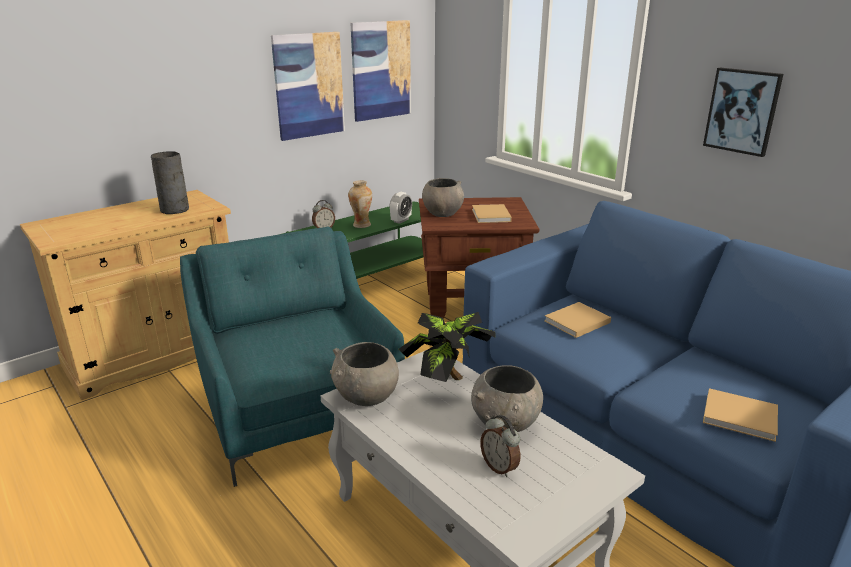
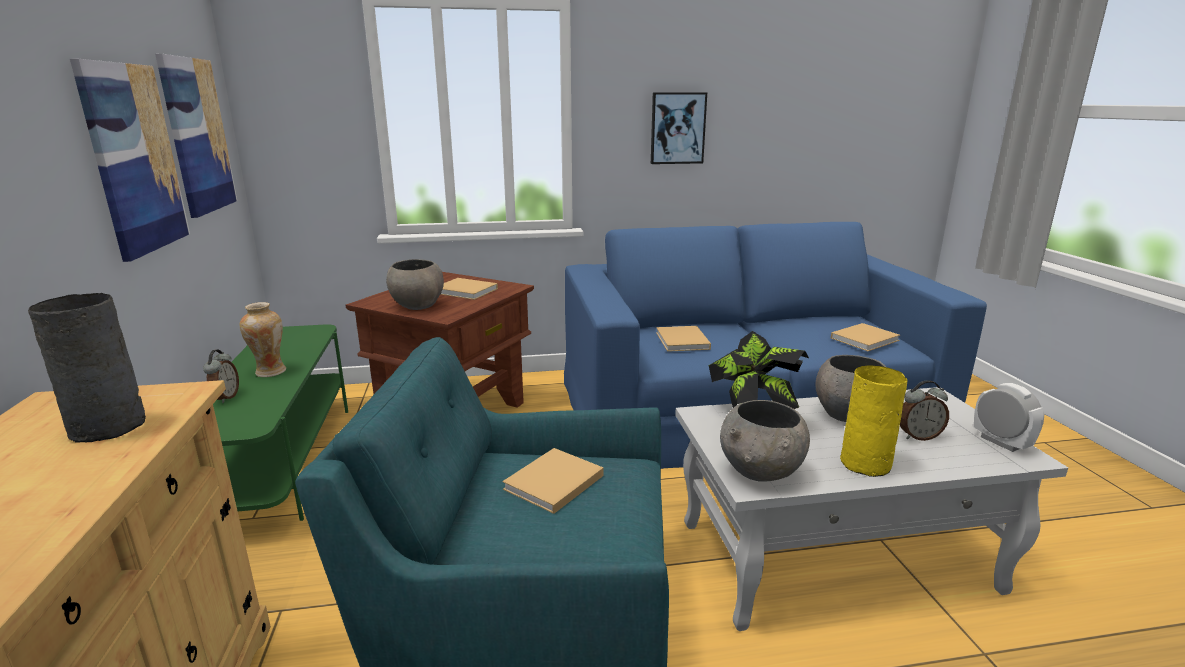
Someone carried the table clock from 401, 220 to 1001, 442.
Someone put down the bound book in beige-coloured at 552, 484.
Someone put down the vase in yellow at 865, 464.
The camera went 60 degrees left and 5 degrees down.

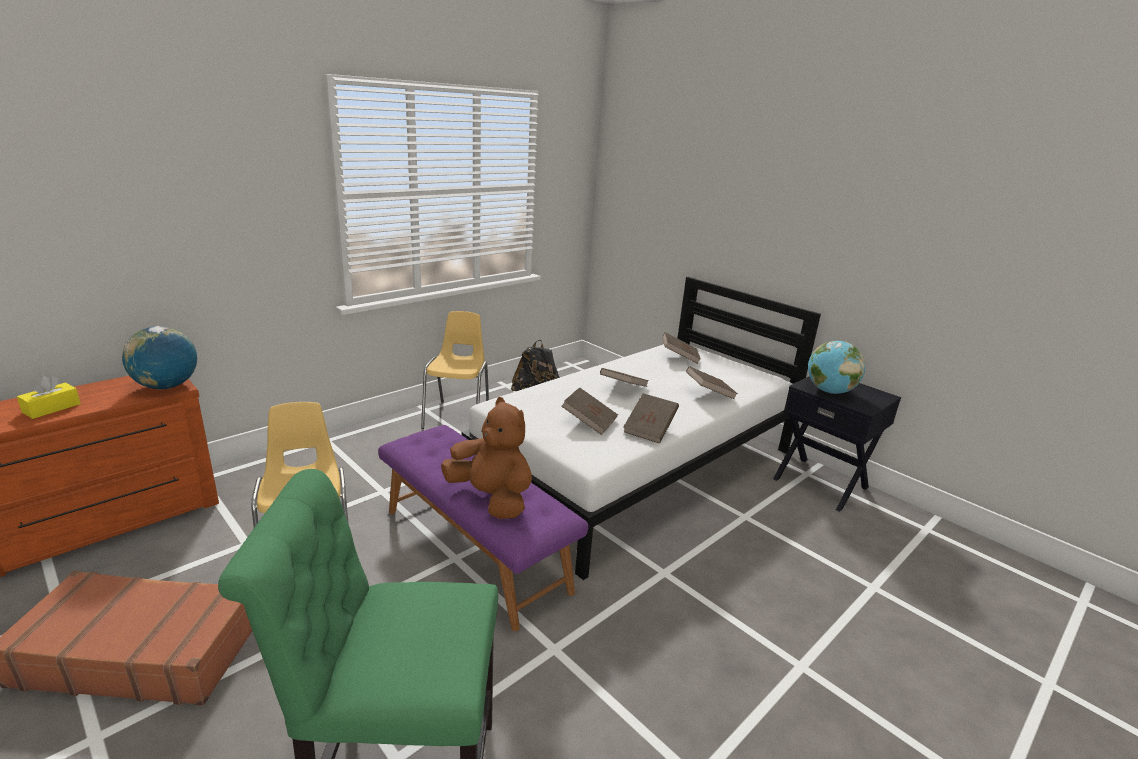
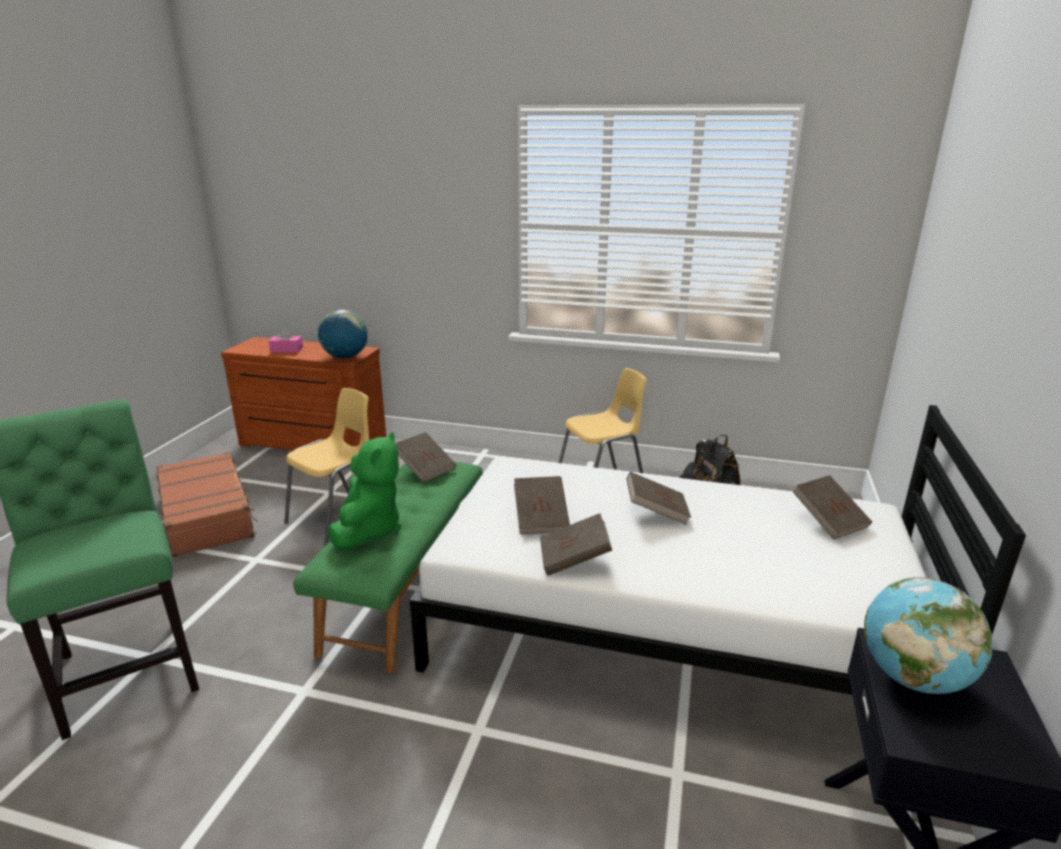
Someone repainted the box of tissues in yellow at 52, 408, which became the box of tissues in pinkish at 286, 350.
Someone repainted the long seat in purple at 476, 549, which became the long seat in green-coloured at 408, 587.
Someone repainted the soft toy in brown at 491, 498, which became the soft toy in green-coloured at 369, 529.
Someone carried the bound book in brown from 709, 393 to 425, 468.
The camera went 60 degrees right and 0 degrees up.

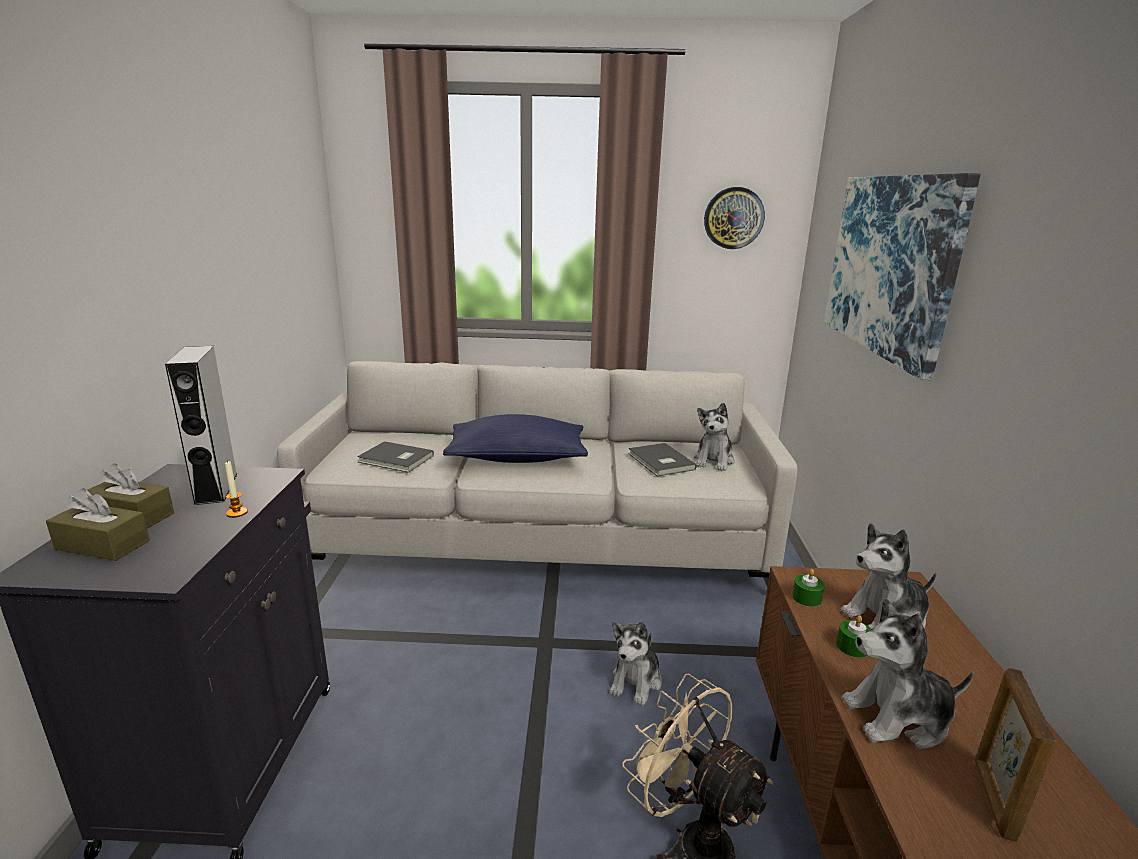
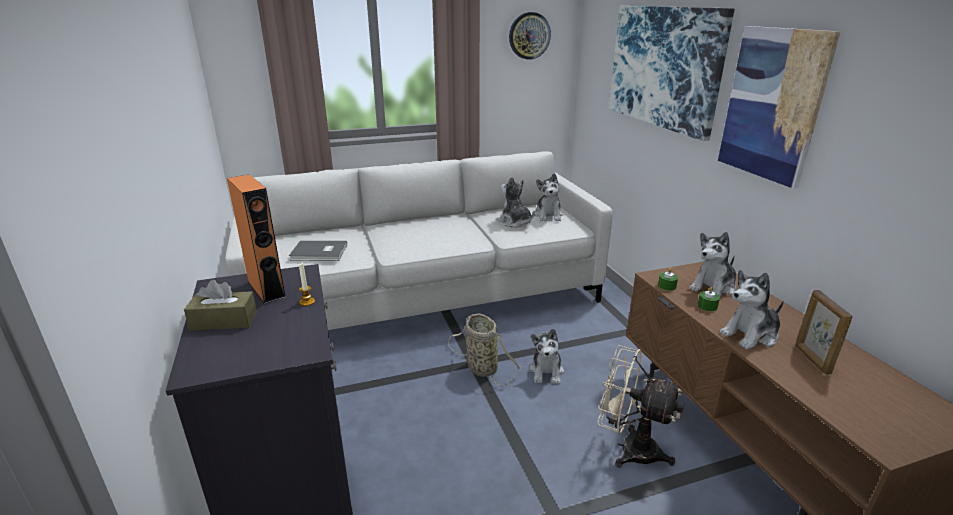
Someone took away the box of tissues in brown at 102, 545.
Someone repainted the speaker in gray at 216, 488, which became the speaker in orange-coloured at 266, 289.
Someone took away the cushion in bluish at 517, 458.
Someone swapped the bound book in gray at 660, 462 for the soft toy at 515, 222.
Someone put down the basket at 480, 367.
Someone put up the wall art at 773, 104.
The camera went 20 degrees left and 5 degrees up.

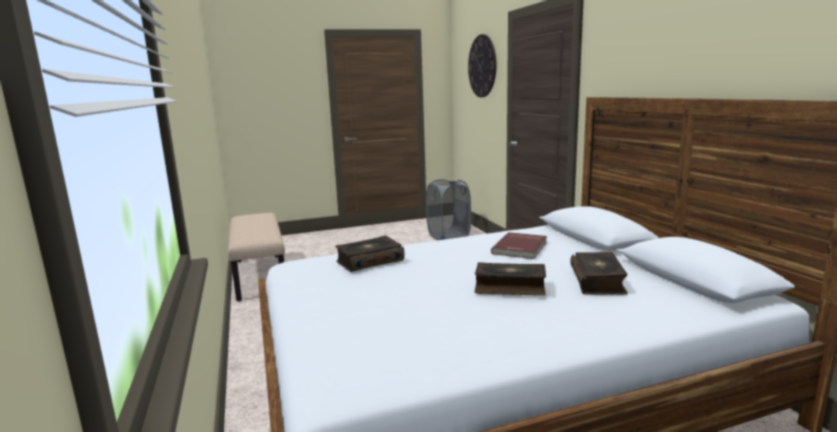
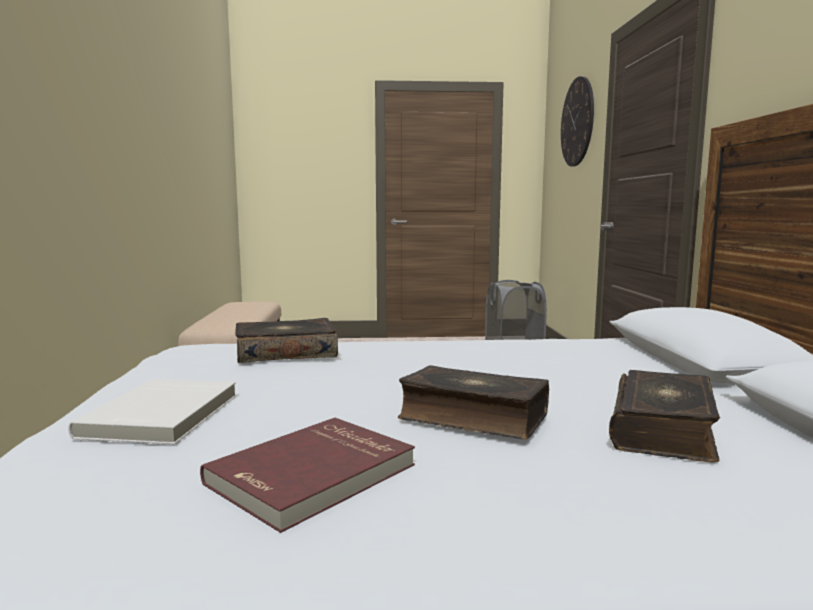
Someone carried the bound book in reddish from 521, 248 to 314, 475.
Someone put down the bound book in white-coloured at 164, 415.
The camera went 15 degrees right and 5 degrees down.

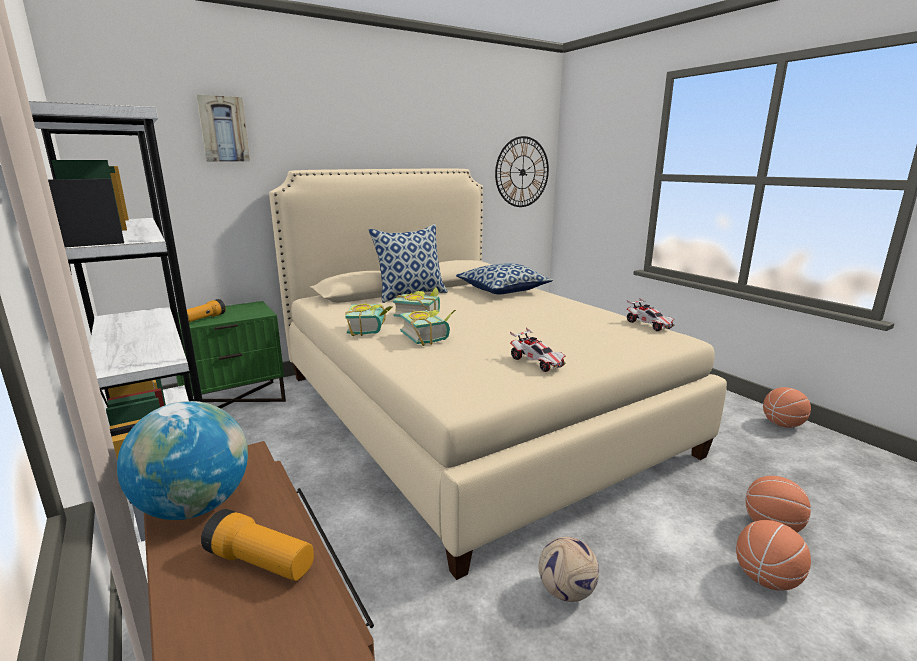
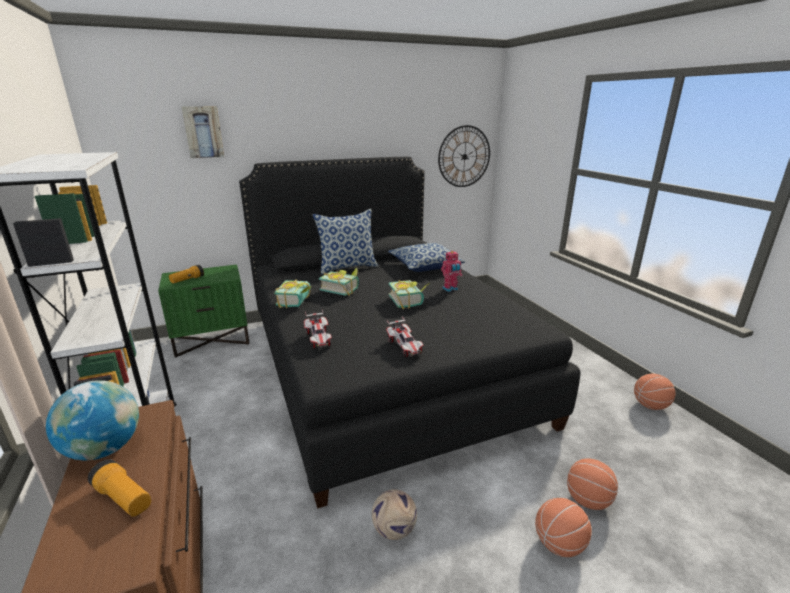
Someone repainted the bed in beige-coloured at 468, 411, which became the bed in black at 383, 366.
Someone carried the bound book from 429, 337 to 409, 301.
Someone carried the toy car from 649, 325 to 319, 339.
Someone put down the model robot at 450, 289.
The camera went 10 degrees right and 5 degrees up.

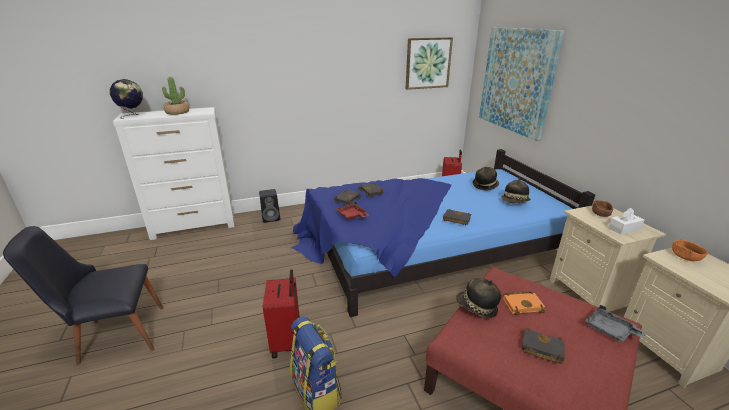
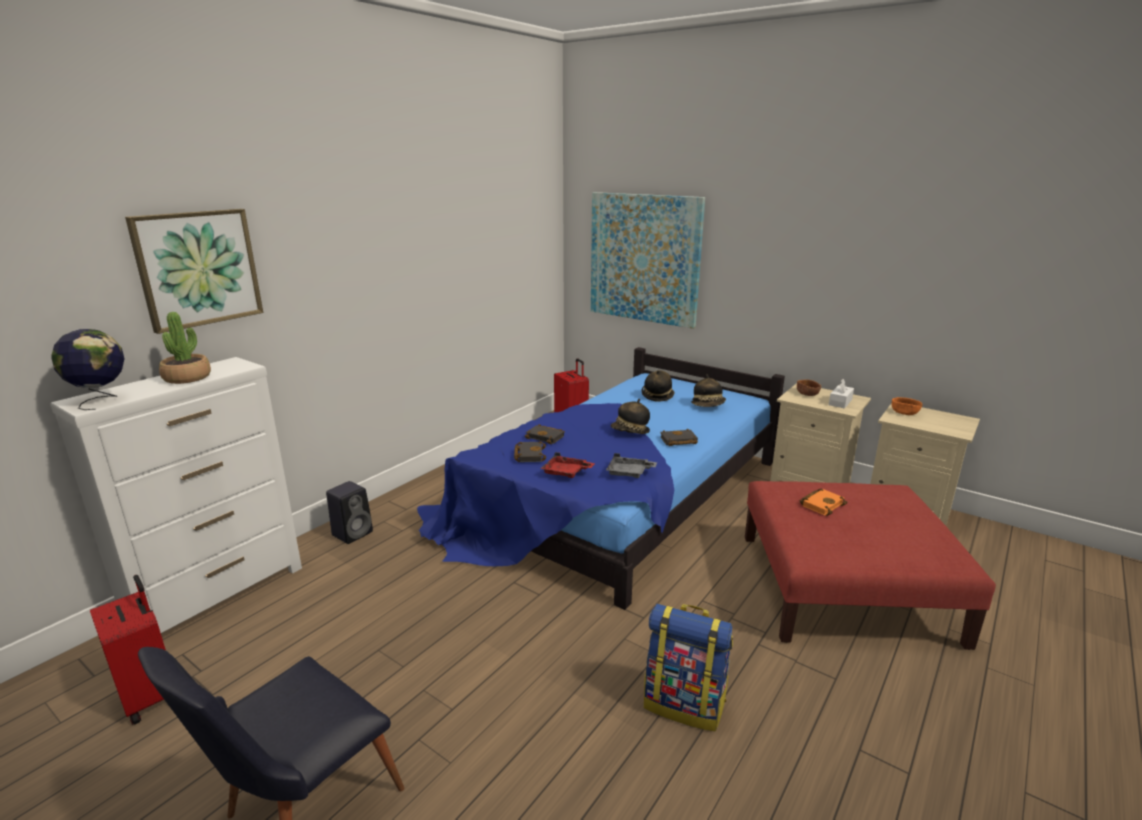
Someone carried the suitcase in reddish from 287, 342 to 151, 696.
Someone carried the wall art from 428, 63 to 198, 268.
Someone carried the hat from 476, 308 to 630, 432.
Someone took away the bound book in black at 540, 349.
Someone carried the tray in gray from 610, 330 to 629, 473.
The camera went 35 degrees left and 5 degrees down.

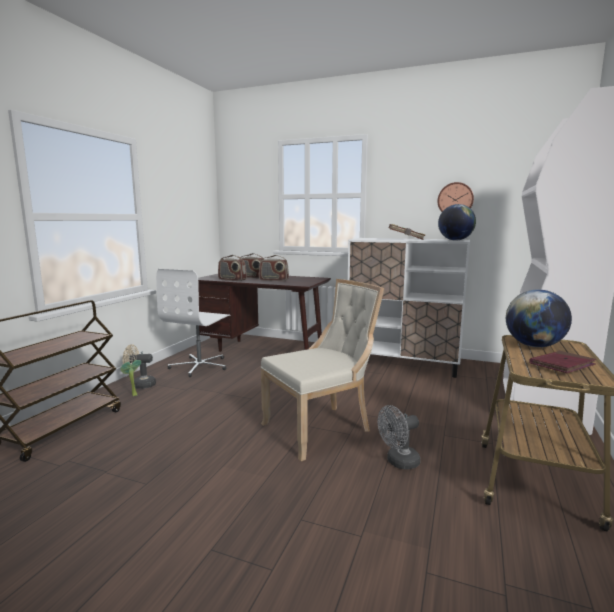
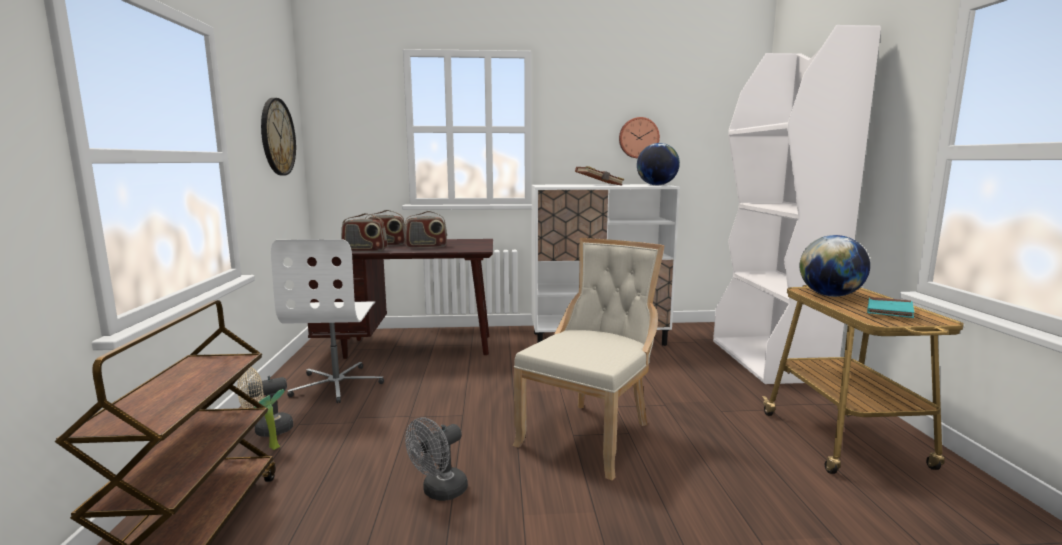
Someone carried the cooling fan in gray from 398, 462 to 439, 492.
Someone repainted the bound book in reddish at 562, 365, which became the bound book in blue-green at 889, 311.
Someone put up the clock on the wall at 277, 137.
The camera went 25 degrees left and 0 degrees up.

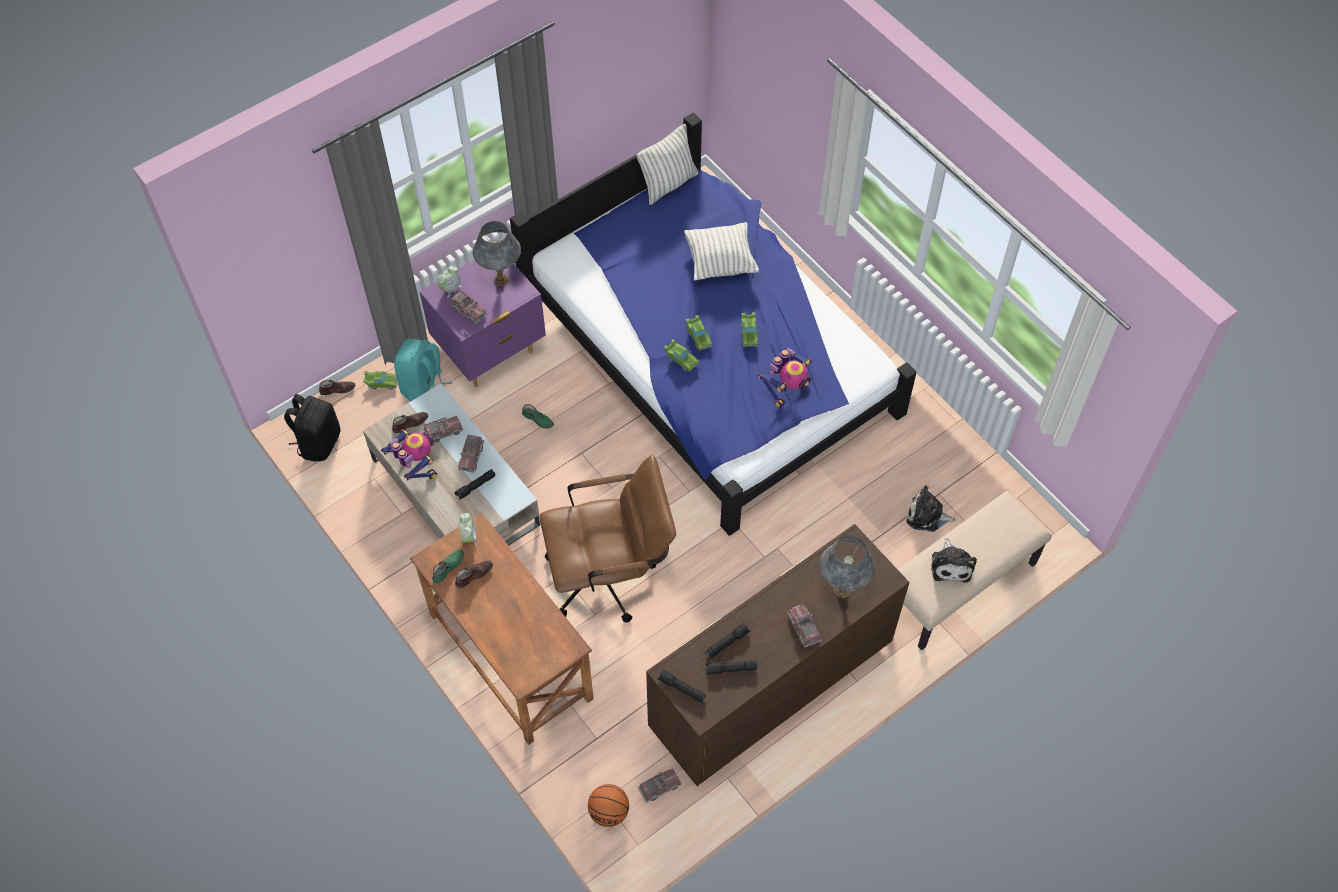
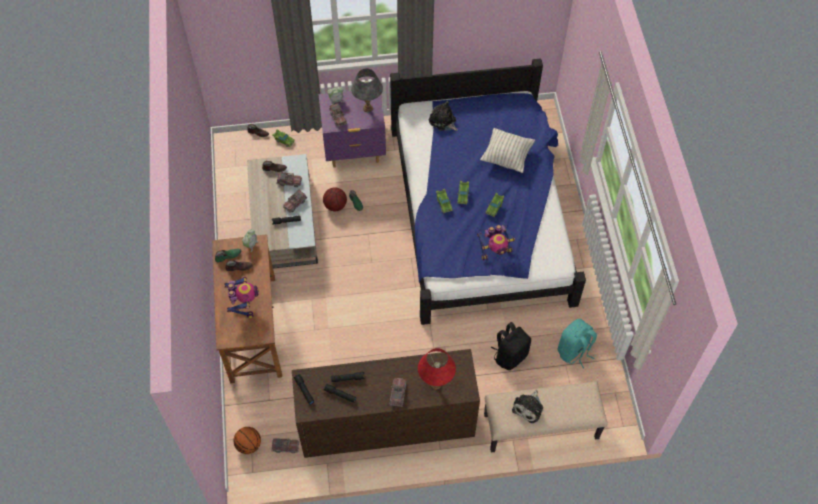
Someone carried the rucksack in black from 318, 442 to 510, 355.
Someone carried the model robot from 415, 467 to 244, 304.
Someone carried the rucksack in blue-green from 424, 386 to 574, 351.
Someone took away the computer chair in brown at 610, 576.
Someone took away the cushion at 668, 184.
Someone repainted the table lamp in gray at 842, 590, which became the table lamp in reddish at 436, 384.
Someone carried the soft toy from 927, 515 to 443, 121.
Someone put down the basketball ball at 335, 205.
The camera went 30 degrees right and 0 degrees up.

